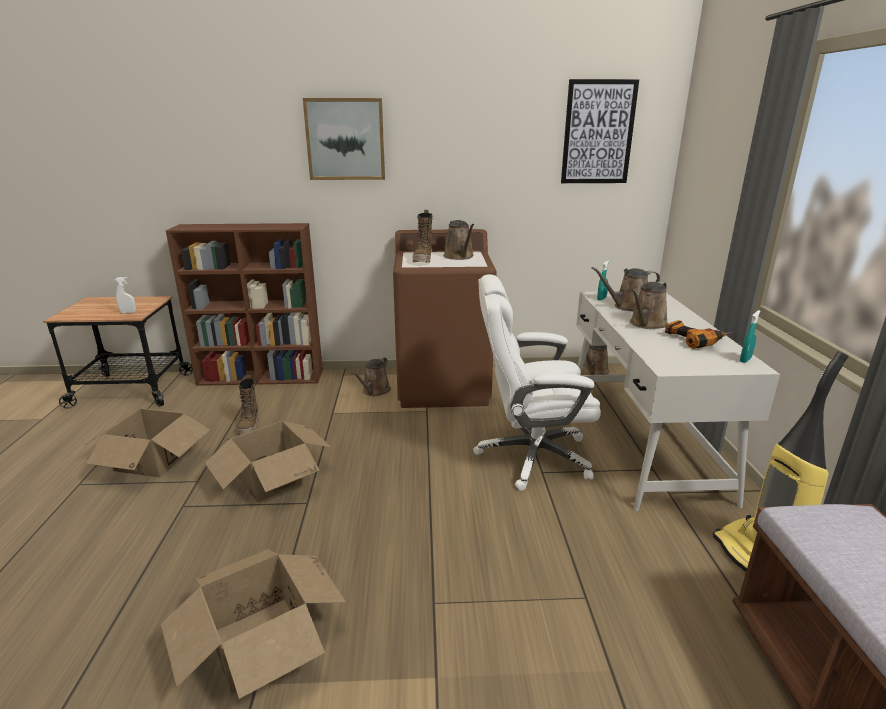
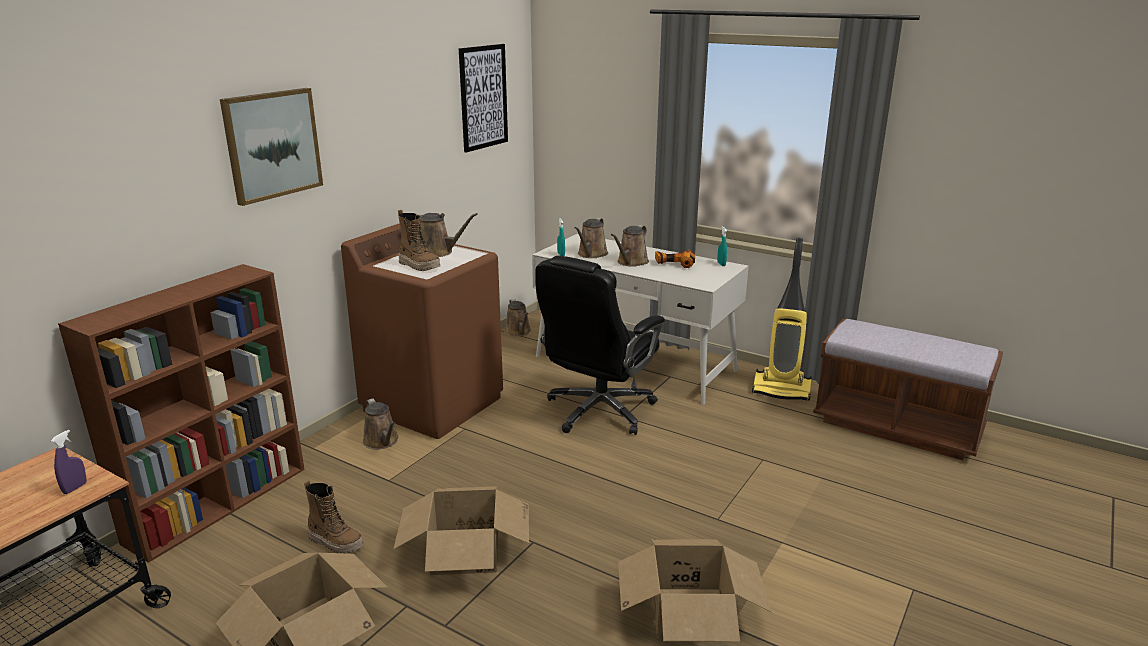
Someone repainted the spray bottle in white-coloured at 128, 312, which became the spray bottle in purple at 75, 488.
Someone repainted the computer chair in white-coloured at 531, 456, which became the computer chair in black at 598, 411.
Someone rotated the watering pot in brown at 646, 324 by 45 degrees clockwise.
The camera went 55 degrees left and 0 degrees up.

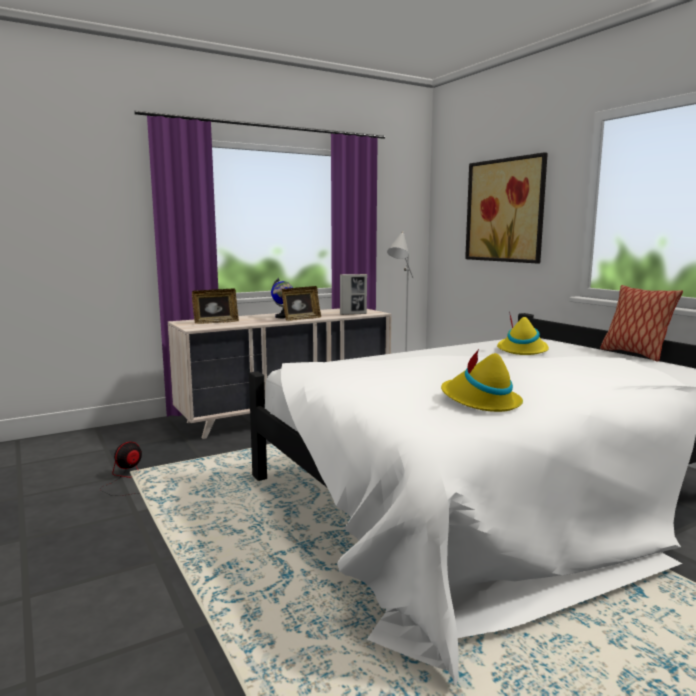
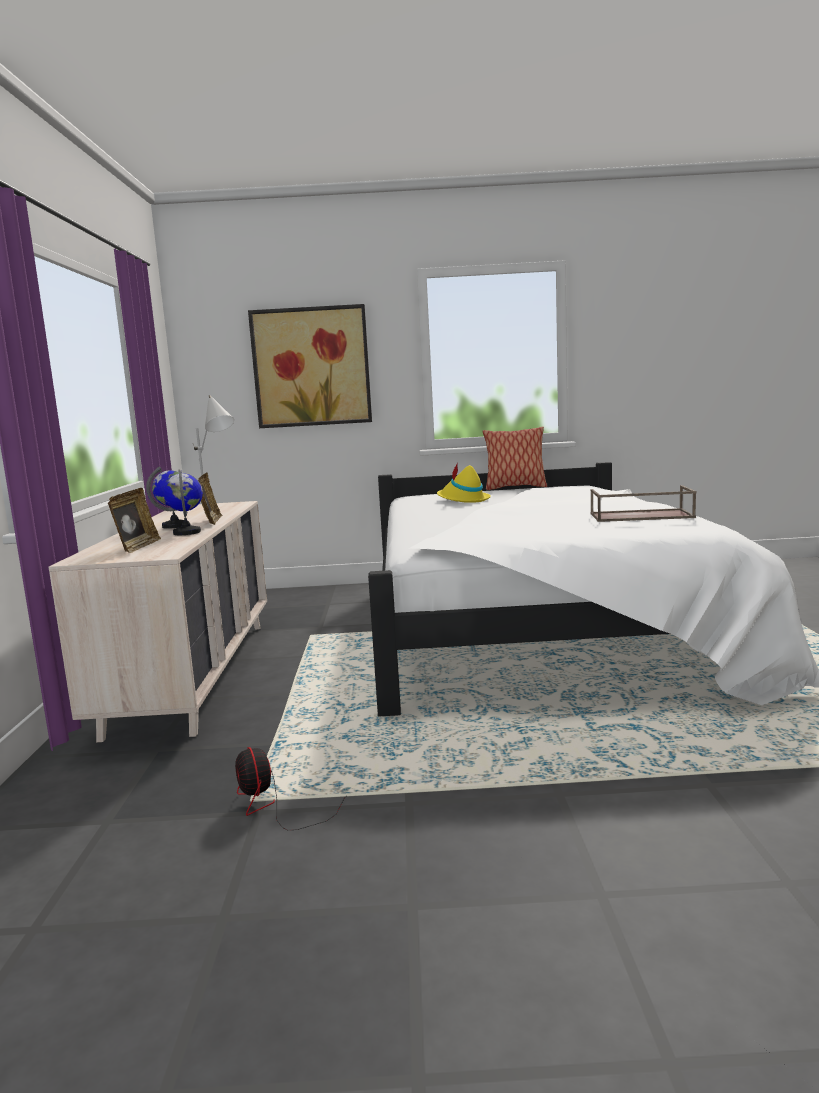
Someone took away the picture frame at 353, 314.
Someone swapped the hat in yellow at 479, 402 for the tray in brown at 640, 516.
Someone put down the globe at 187, 532.
The camera went 60 degrees left and 0 degrees up.

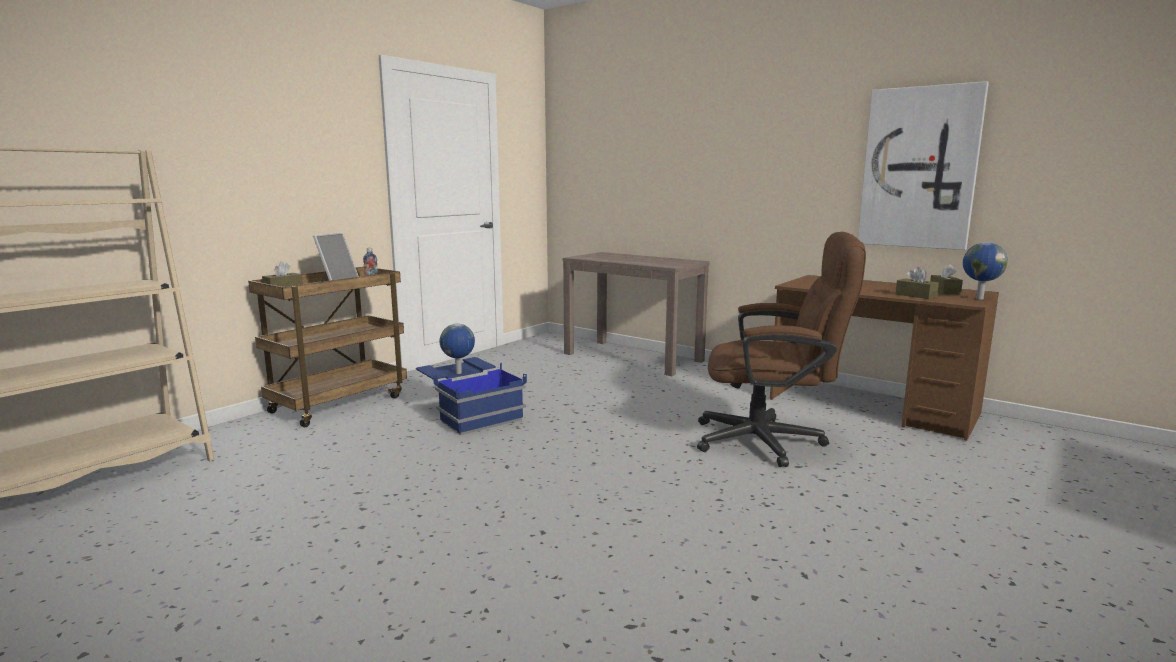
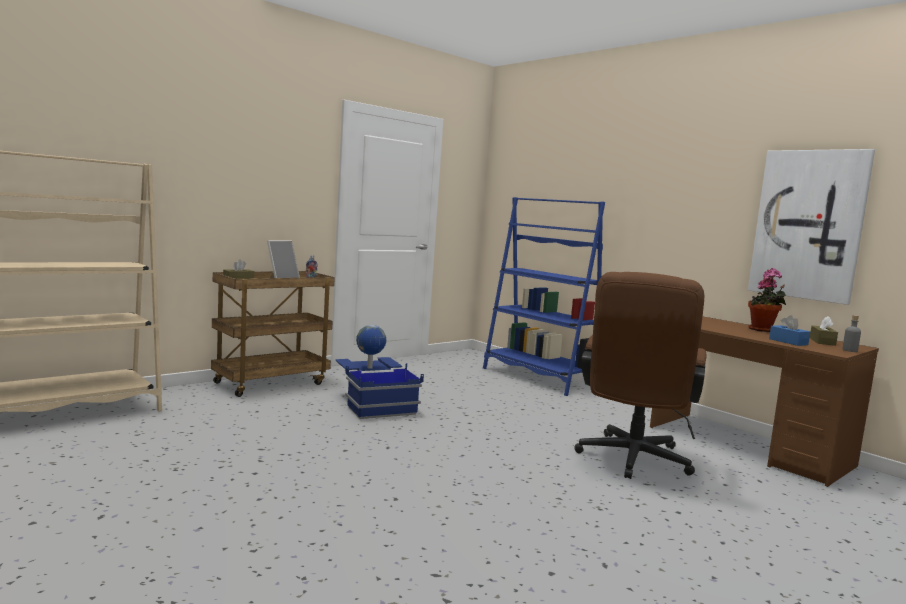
Someone swapped the console table in brown at 633, 357 for the bookshelf in bluish at 539, 378.
Someone rotated the computer chair in brown at 771, 442 by 90 degrees clockwise.
Someone repainted the box of tissues in brown at 915, 295, which became the box of tissues in bluish at 788, 342.
Someone swapped the globe at 978, 298 for the drink bottle in gray at 849, 350.
Someone put down the plant in a pot at 762, 330.
The camera went 10 degrees right and 5 degrees down.

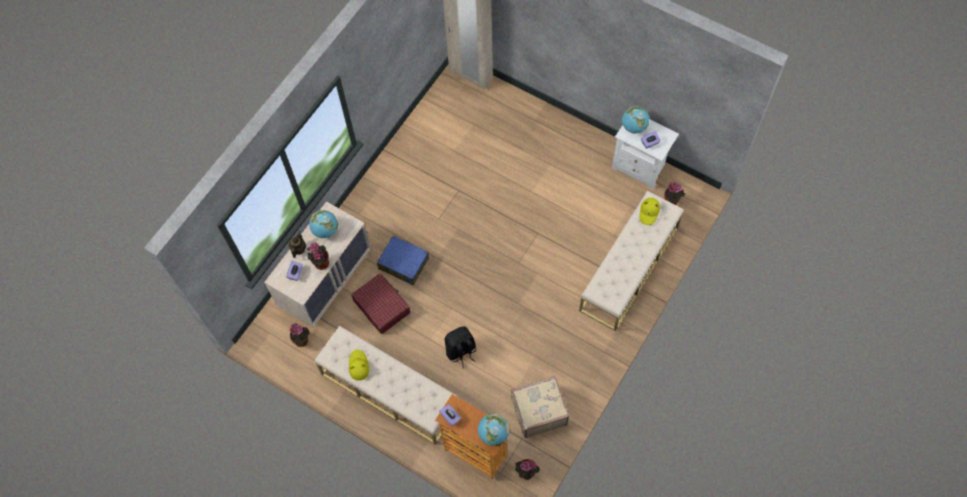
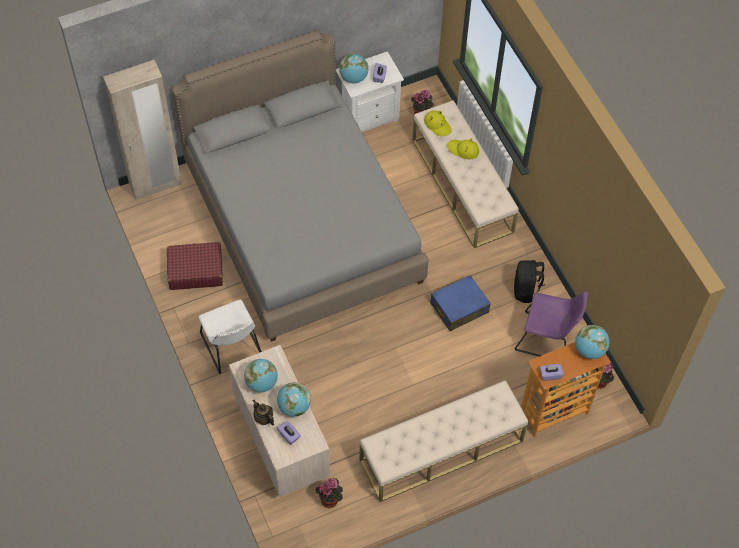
Someone swapped the plant in a pot at 320, 262 for the globe at 294, 407.
Someone carried the hat in yellow from 358, 366 to 463, 150.
Someone carried the suitcase in reddish from 382, 306 to 195, 270.
Someone carried the suitcase in bluish from 403, 263 to 459, 308.
Someone carried the rucksack in black from 461, 351 to 526, 290.
Someone swapped the suitcase in beige-coloured at 538, 411 for the upright chair in purple at 548, 338.
Someone put down the bed in gray at 302, 222.
Someone put down the upright chair in white-coloured at 232, 347.
The camera went 60 degrees left and 5 degrees down.

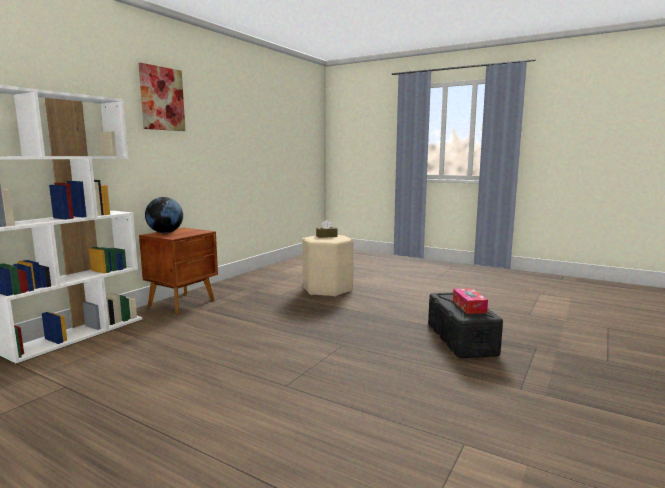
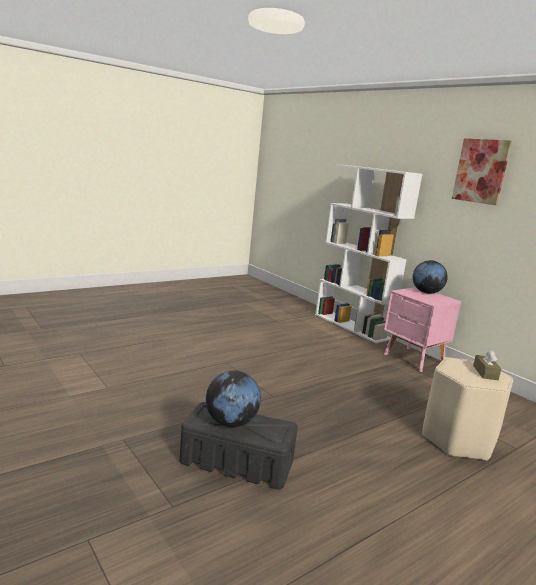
Someone repainted the night table in brown at 183, 303, which became the night table in pinkish at 414, 359.
Someone swapped the box of tissues at 469, 306 for the globe at 231, 422.
The camera went 110 degrees right and 5 degrees up.

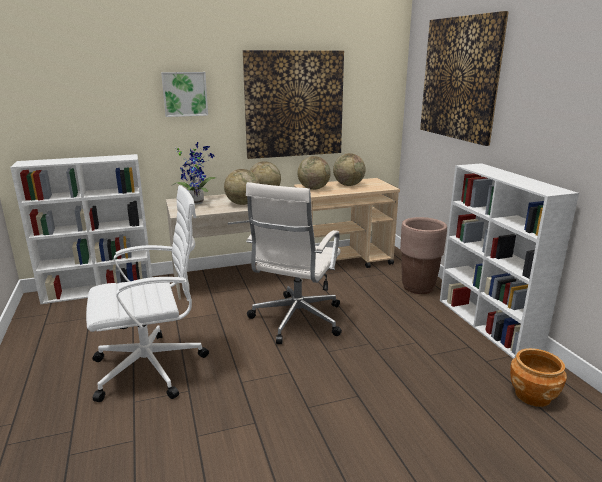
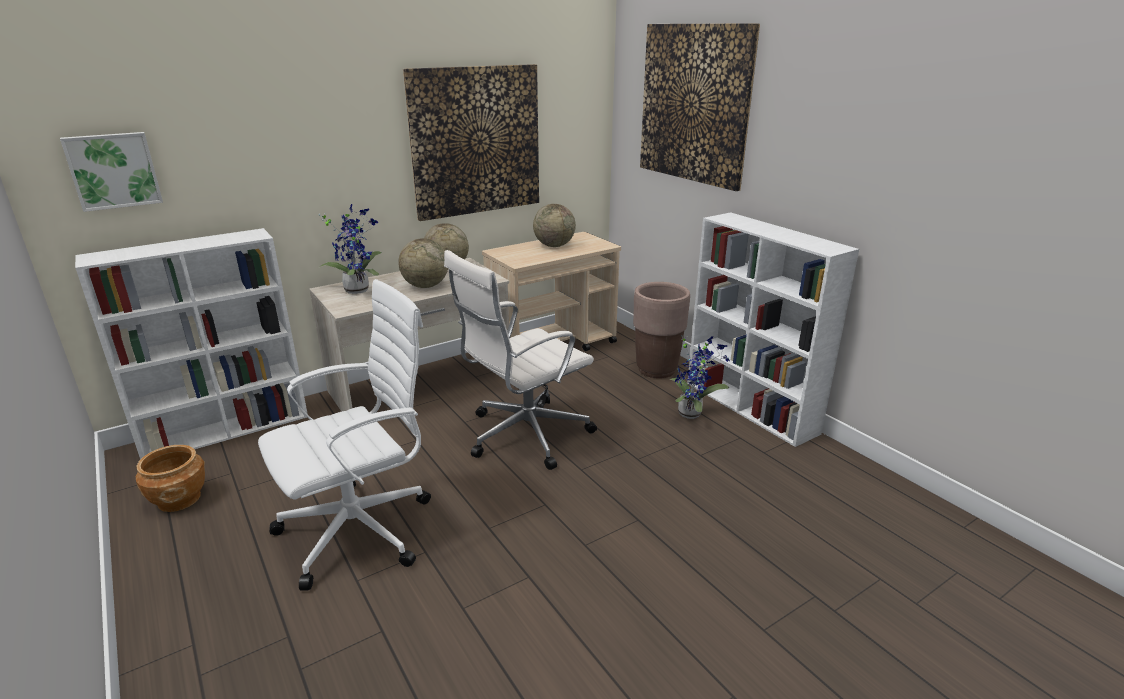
Someone carried the wall art from 185, 94 to 113, 170.
Someone rotated the computer chair in white-coloured at 295, 320 by 45 degrees clockwise.
Someone took away the globe at 313, 189.
Someone carried the plant pot in brown from 533, 395 to 179, 499.
Someone put down the plant in a pot at 692, 412.
The camera went 15 degrees left and 5 degrees up.

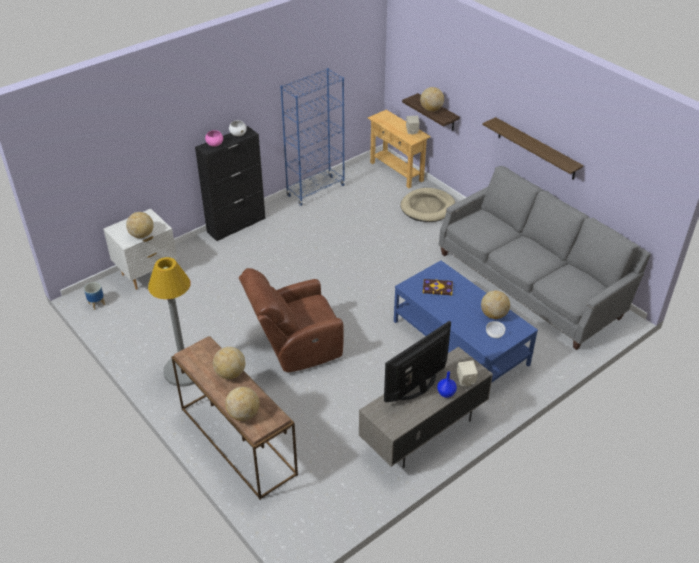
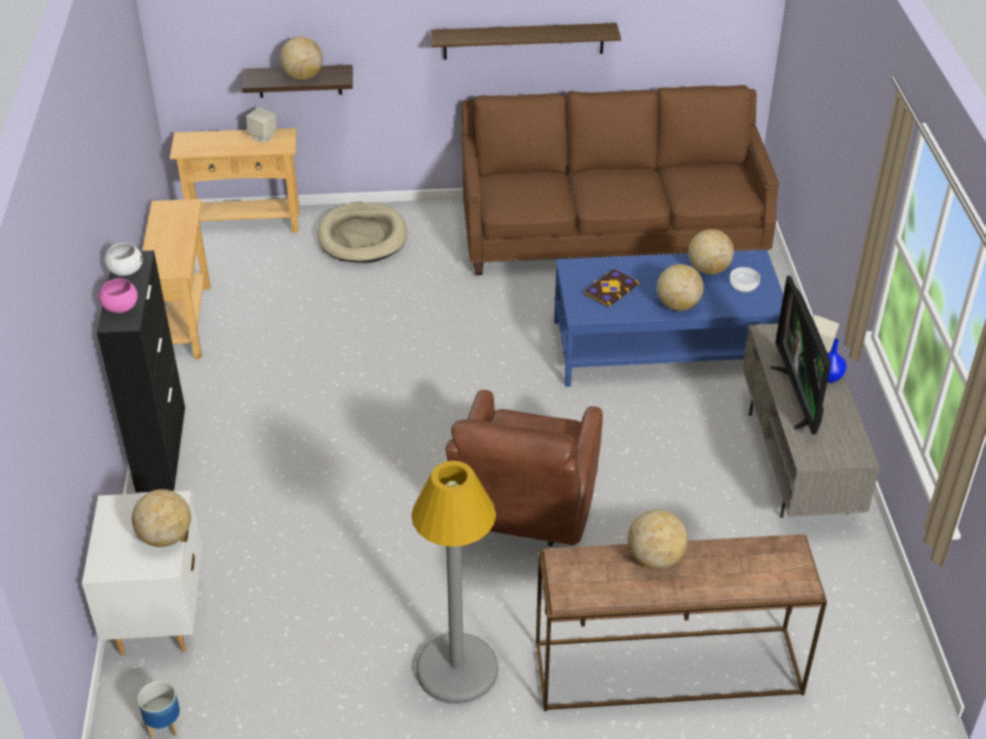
Someone carried the globe from 243, 414 to 678, 305.
Someone swapped the bookshelf in bluish at 315, 190 for the console table in beige-coloured at 185, 322.
Someone repainted the sofa in gray at 531, 283, which became the sofa in brown at 612, 232.
The camera went 55 degrees left and 0 degrees up.

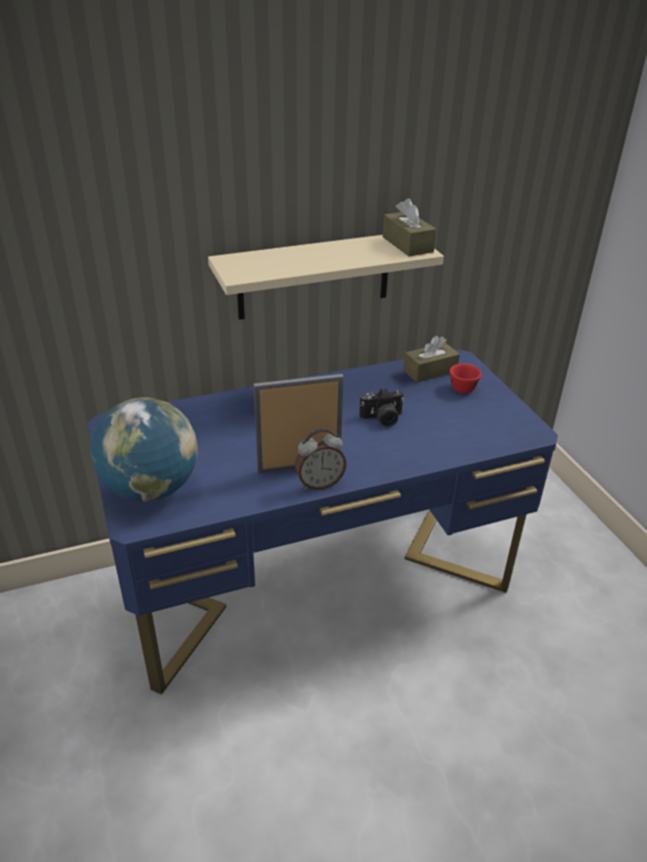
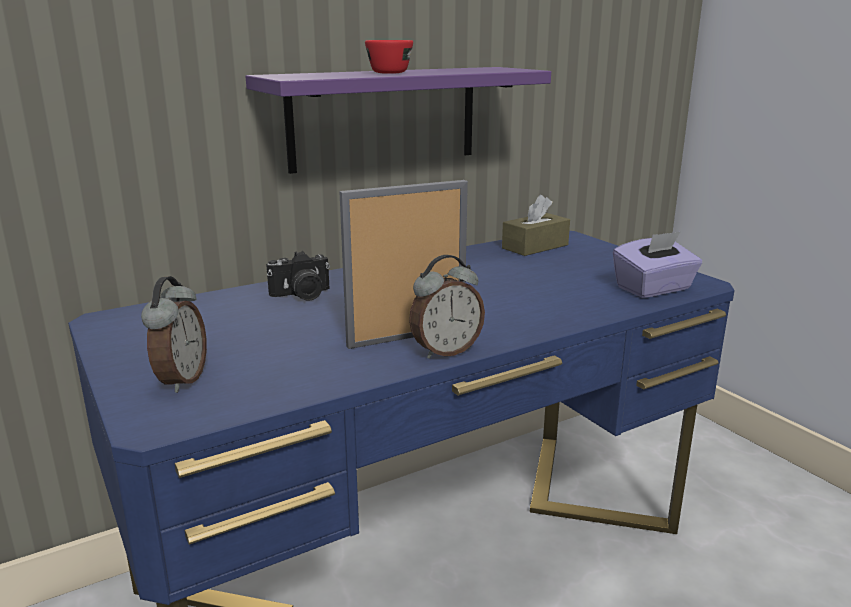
Someone swapped the globe at 151, 488 for the table clock at 180, 380.
Someone repainted the shelf in beige-coloured at 314, 275, which became the shelf in purple at 384, 117.
Someone carried the still camera from 382, 419 to 302, 295.
Someone took away the box of tissues in brown at 407, 244.
Someone carried the drinking cup in reddish from 463, 386 to 390, 72.
Someone put down the box of tissues in purple at 654, 289.
The camera went 10 degrees left and 15 degrees down.

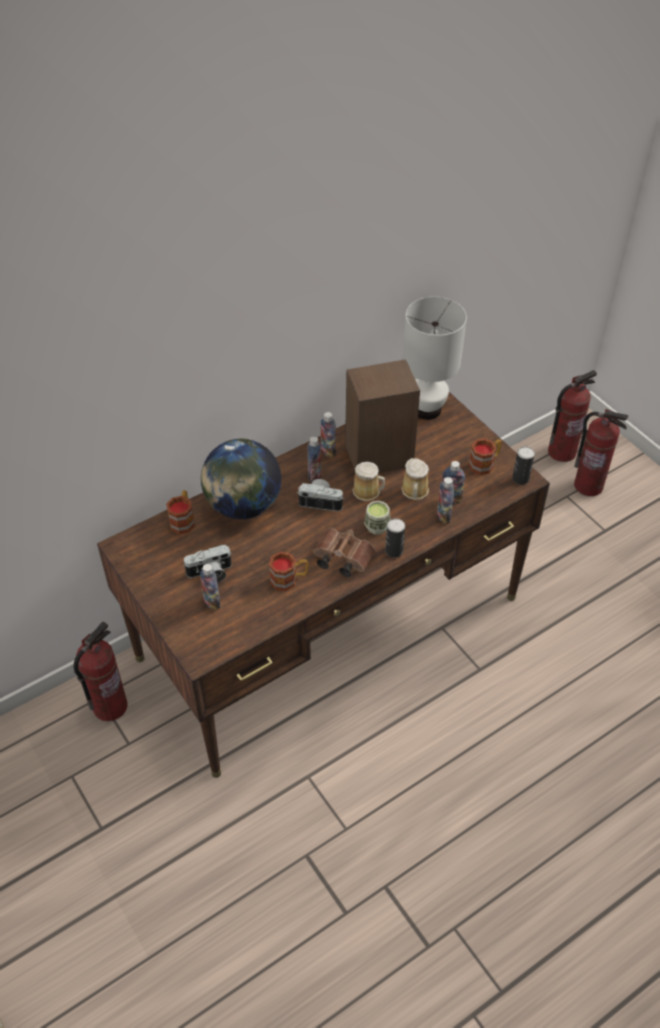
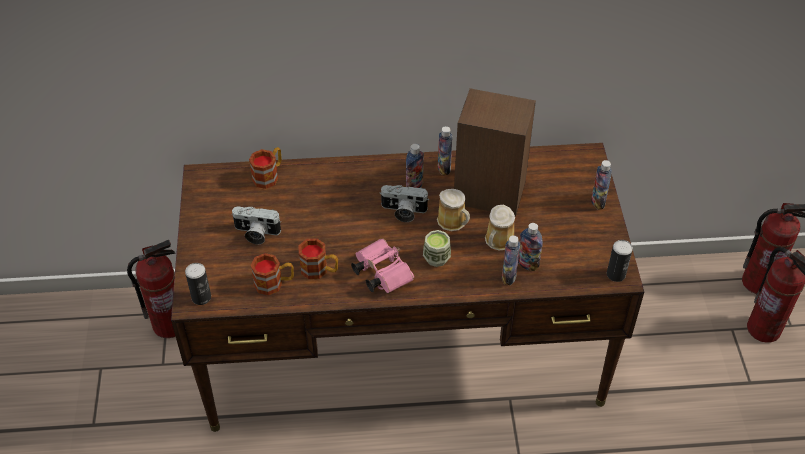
Someone carried the drink bottle from 212, 602 to 598, 202.
Someone took away the globe at 243, 506.
Someone rotated the still camera at 321, 501 by 150 degrees clockwise.
Someone repainted the binoculars in brown at 341, 559, which became the binoculars in pinkish at 380, 273.
Someone carried the can from 394, 551 to 201, 297.
Someone took away the table lamp in white-coloured at 426, 409.
Someone carried the mug from 485, 463 to 274, 283.
The camera went 30 degrees right and 0 degrees up.

